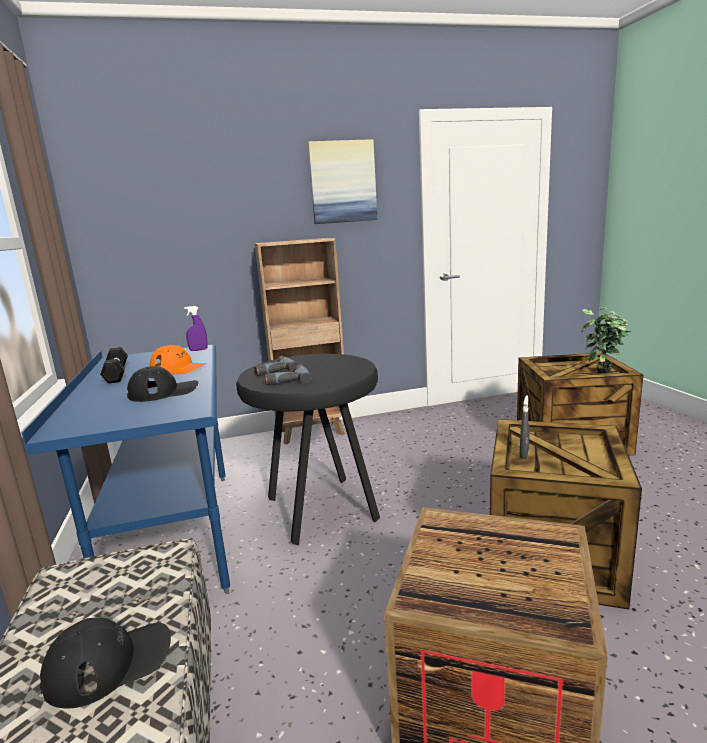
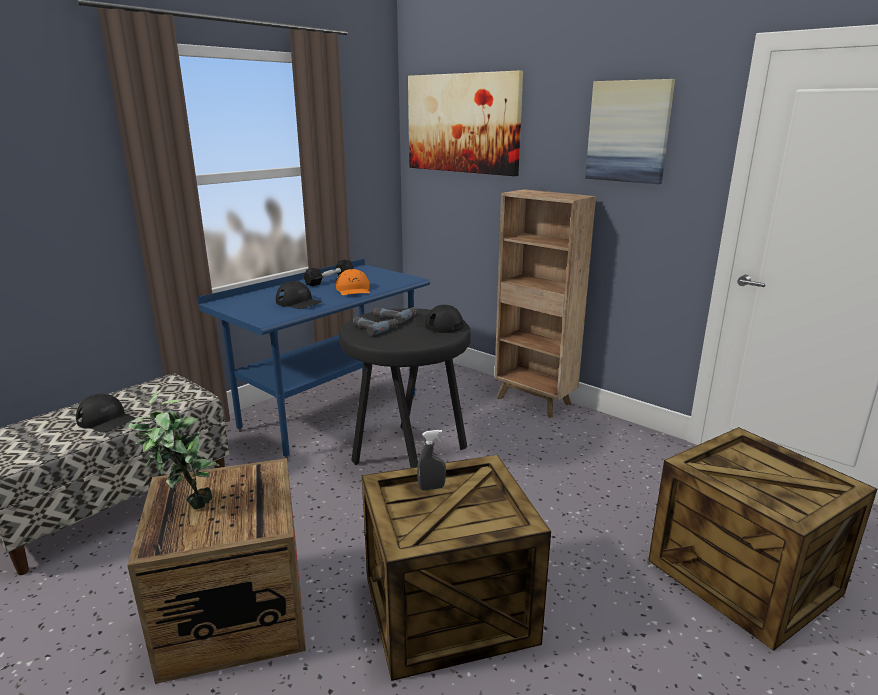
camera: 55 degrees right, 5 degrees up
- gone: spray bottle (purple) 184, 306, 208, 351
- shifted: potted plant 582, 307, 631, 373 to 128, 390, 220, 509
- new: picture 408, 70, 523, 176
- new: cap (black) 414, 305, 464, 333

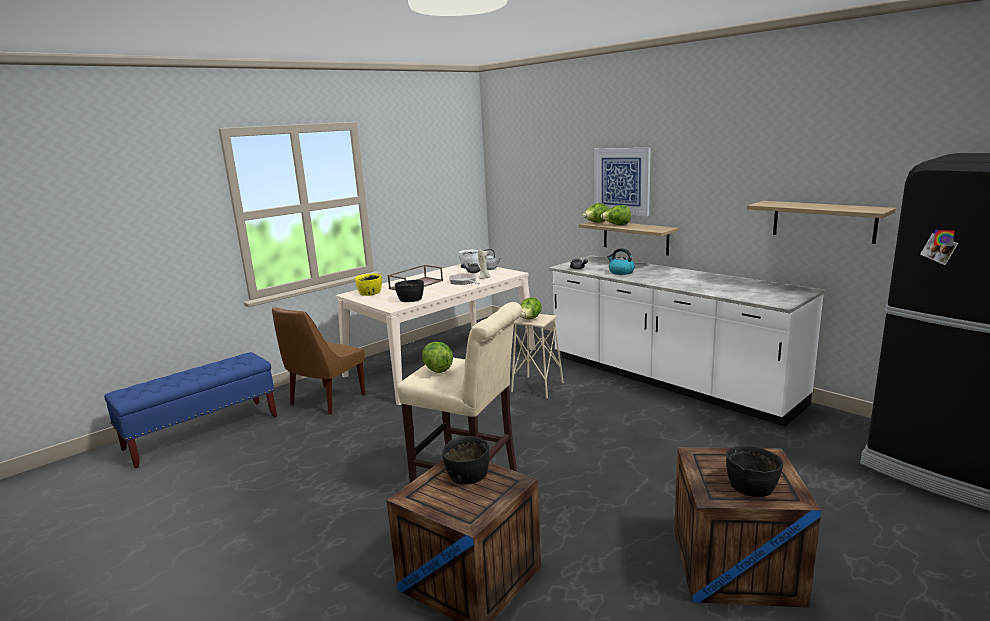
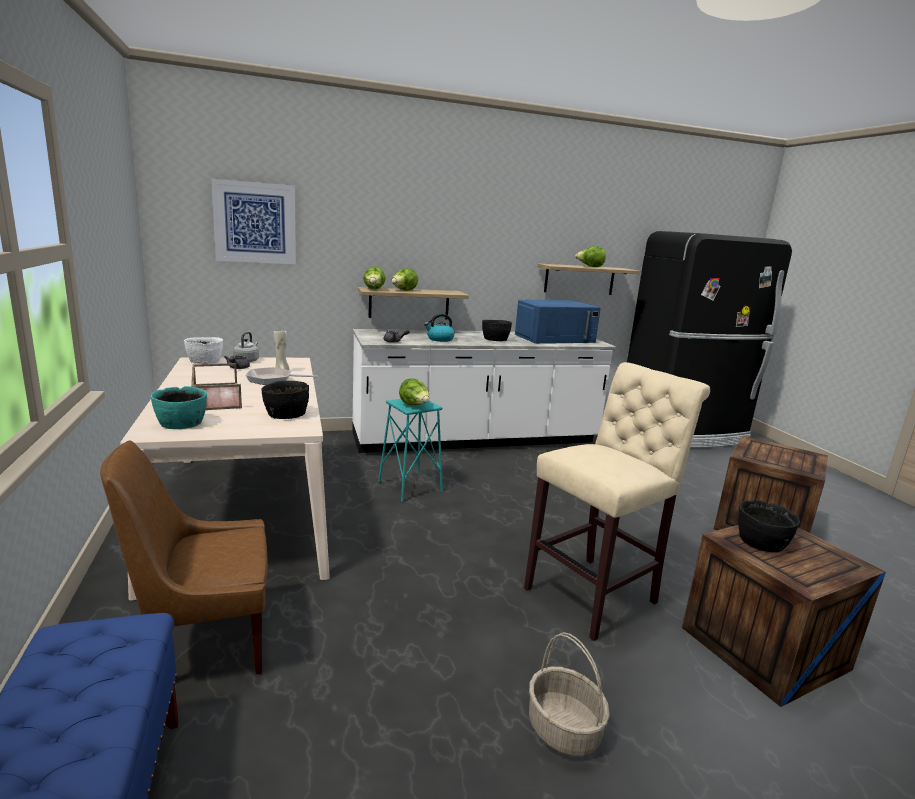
camera: 65 degrees left, 0 degrees up
- shifted: picture 594, 148, 651, 216 to 211, 178, 296, 264
- repainted: bowl (yellow) 355, 273, 382, 296 to bowl (turquoise) 151, 386, 207, 429
- rotated: chair (brown) 272, 307, 366, 415 = 100, 440, 268, 674 105 degrees clockwise
- repainted: stool (beige) 511, 314, 564, 398 to stool (turquoise) 378, 399, 443, 502
- shifted: lettuce 422, 342, 453, 373 to 575, 246, 606, 267
- shifted: bowl (black) 726, 445, 783, 497 to 482, 320, 512, 341
- new: microwave (blue) 515, 300, 601, 344
- new: basket 529, 632, 610, 757

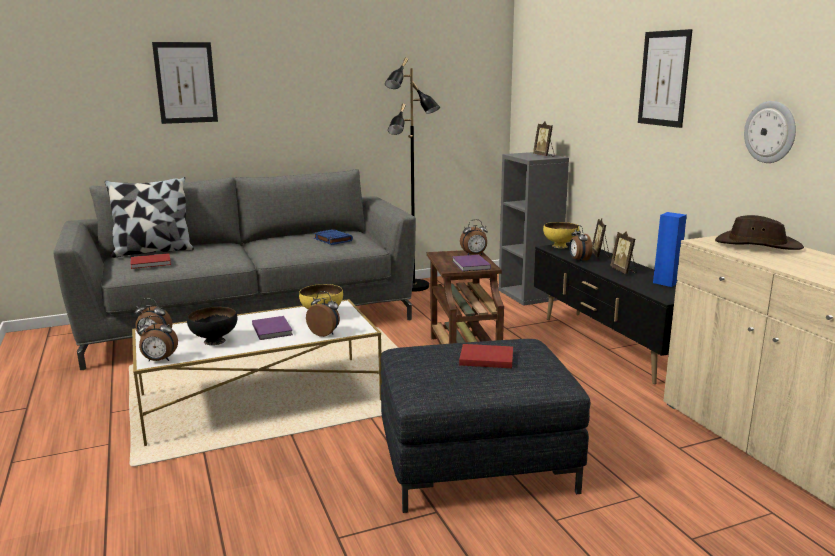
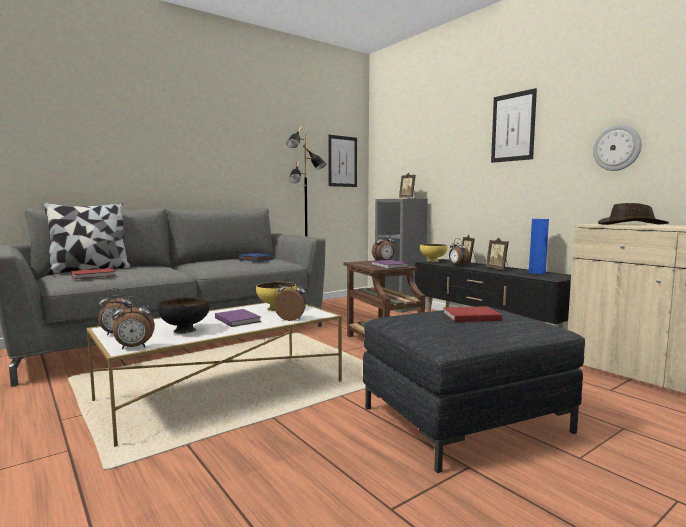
camera: 15 degrees left, 10 degrees down
- shifted: picture 152, 42, 218, 124 to 328, 135, 357, 187

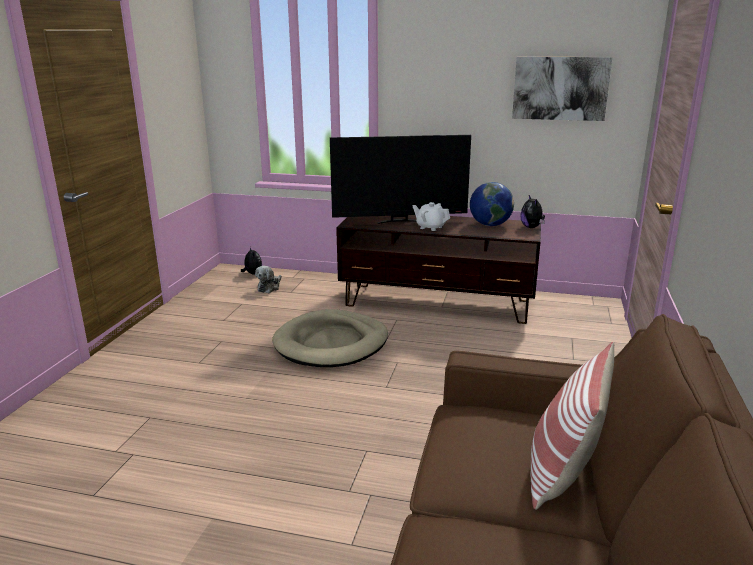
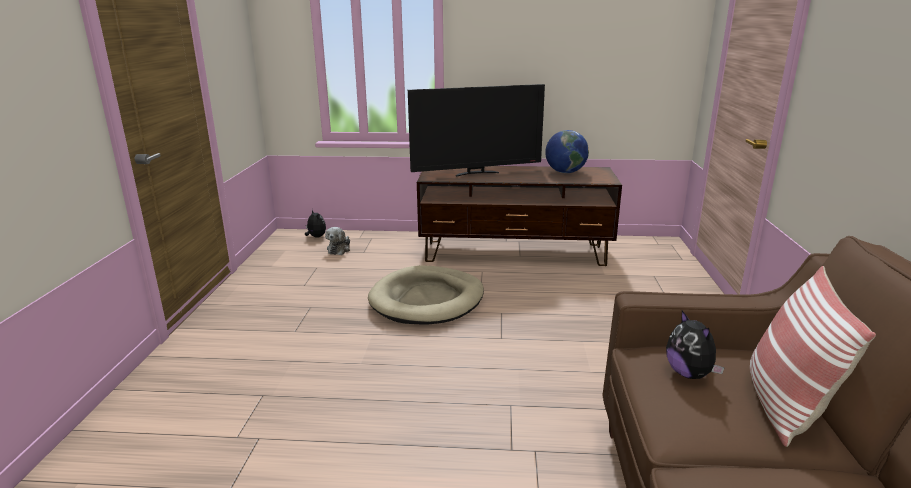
camera: 10 degrees left, 0 degrees up
- gone: picture 512, 57, 612, 121
- shifted: plush toy 520, 195, 545, 228 to 666, 311, 725, 379
- gone: teapot (white) 412, 202, 450, 231

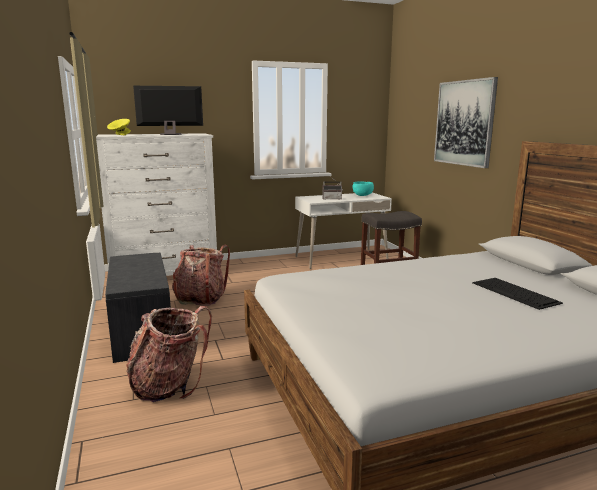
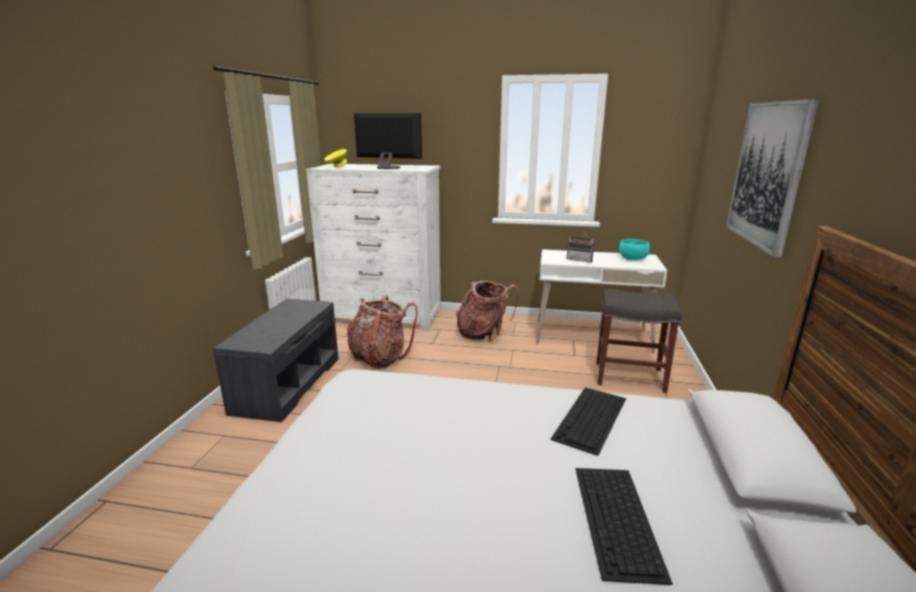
camera: 30 degrees right, 5 degrees up
- shifted: backpack 126, 306, 212, 402 to 456, 280, 520, 342
- new: keyboard 551, 387, 626, 456

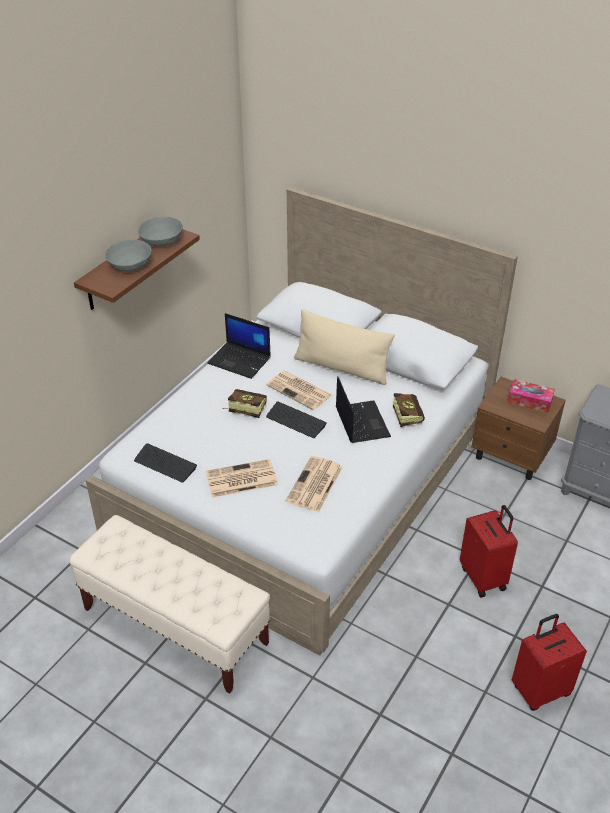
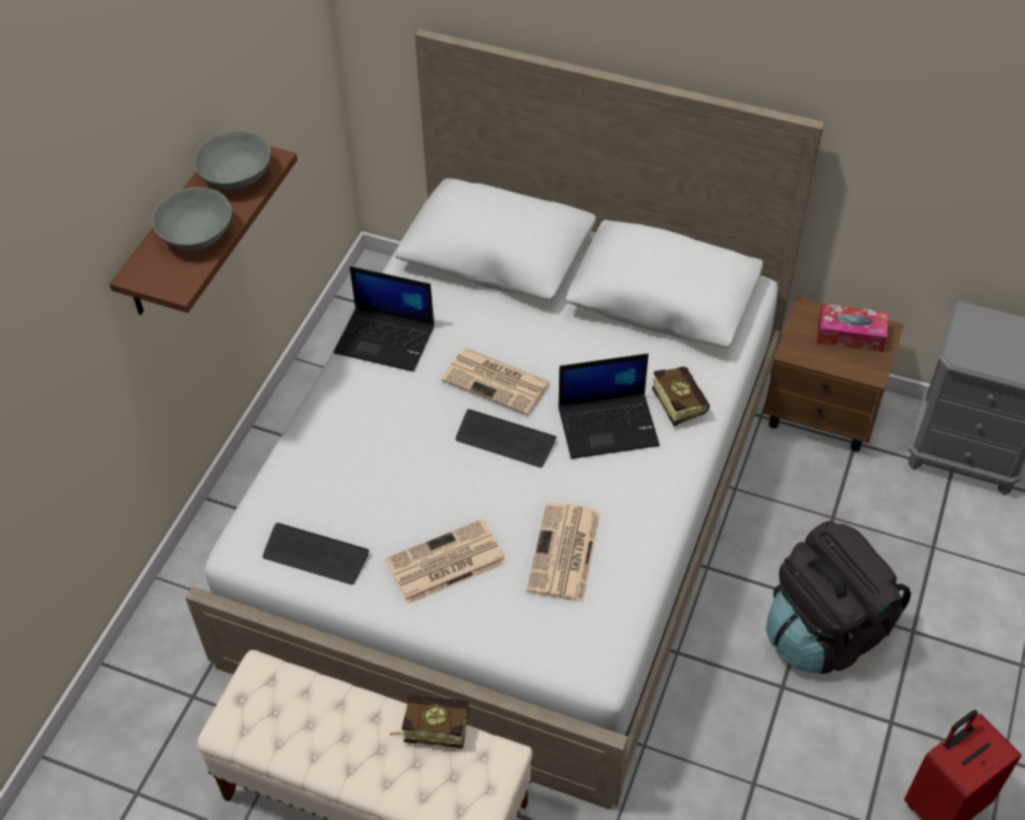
camera: 10 degrees left, 10 degrees up
- gone: pillow (beige) 294, 309, 395, 385
- rotated: laptop 336, 376, 391, 443 = 558, 353, 660, 459 105 degrees clockwise
- shifted: book 222, 389, 267, 418 to 390, 695, 469, 749
- swapped: suitcase (red) 460, 505, 518, 597 to backpack (black) 766, 521, 911, 674

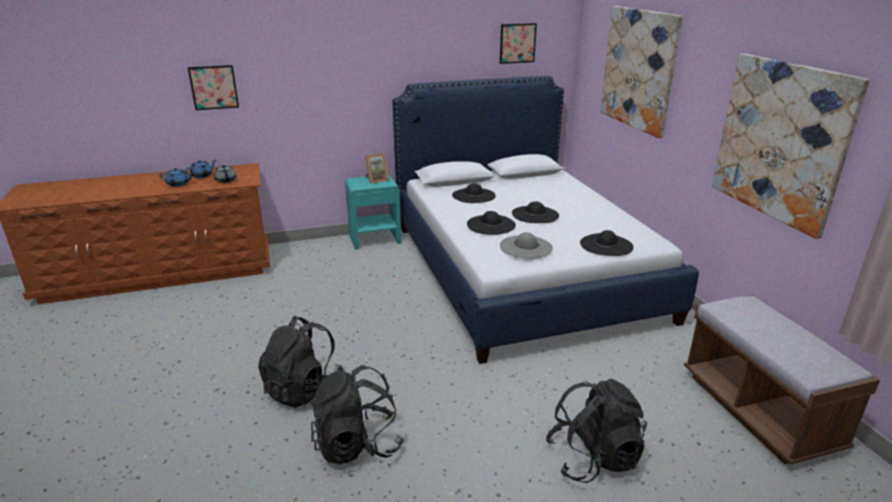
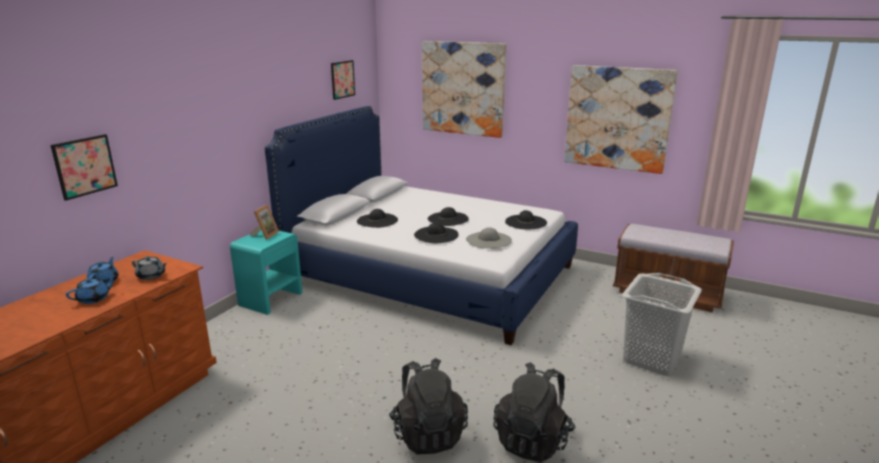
camera: 45 degrees left, 5 degrees down
- swapped: backpack (black) 545, 379, 647, 483 to laundry basket (grey) 622, 273, 702, 376

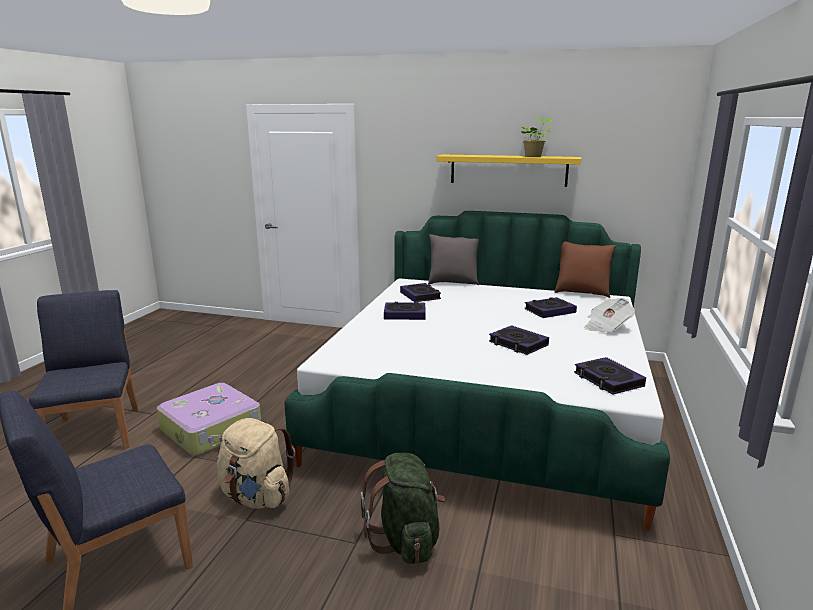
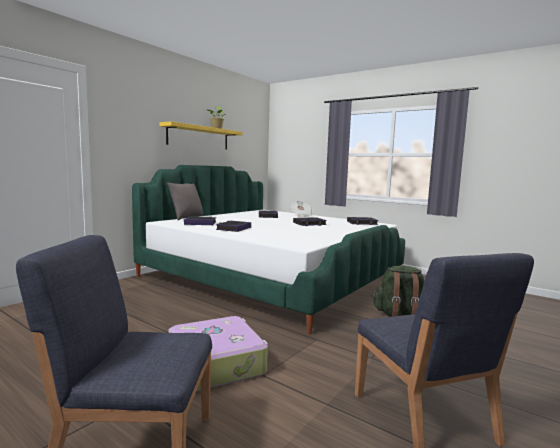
camera: 70 degrees left, 10 degrees down
- gone: pillow (brown) 554, 241, 616, 298
- gone: backpack (beige) 217, 418, 295, 509

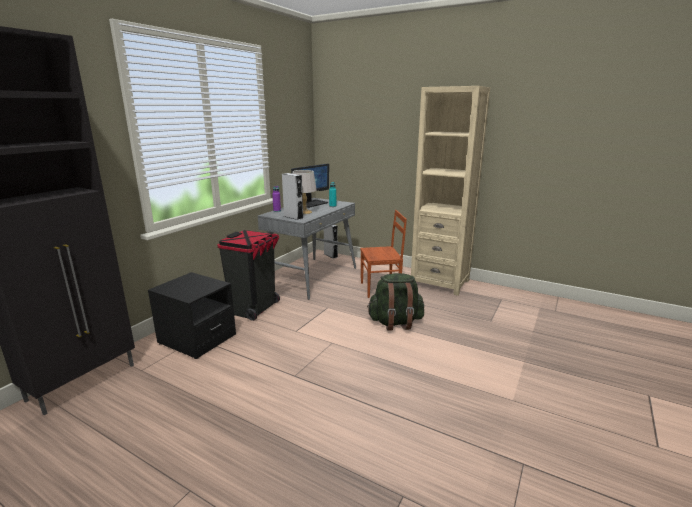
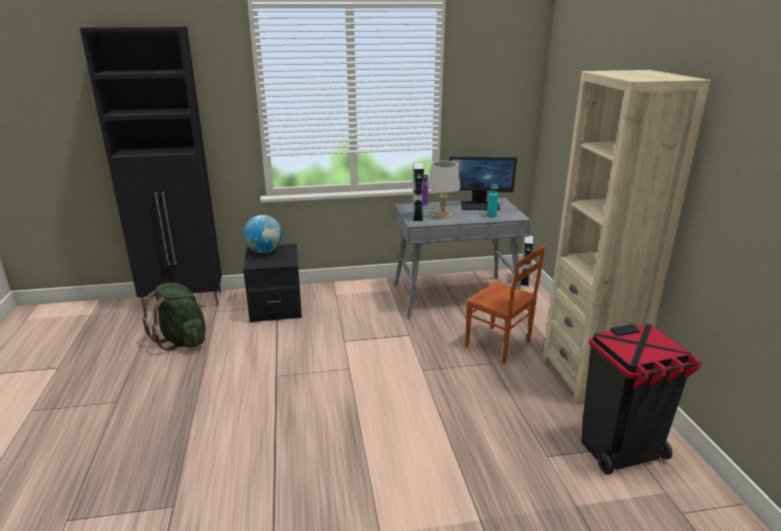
camera: 50 degrees right, 5 degrees up
- shifted: trash can (black) 217, 230, 280, 321 to 581, 324, 702, 475
- shifted: backpack (green) 367, 273, 424, 331 to 142, 283, 206, 351
- new: globe 243, 215, 282, 253

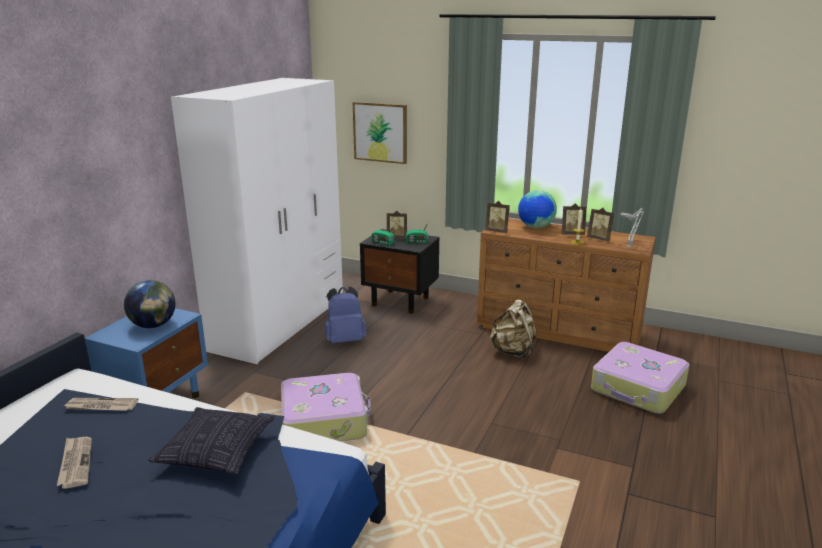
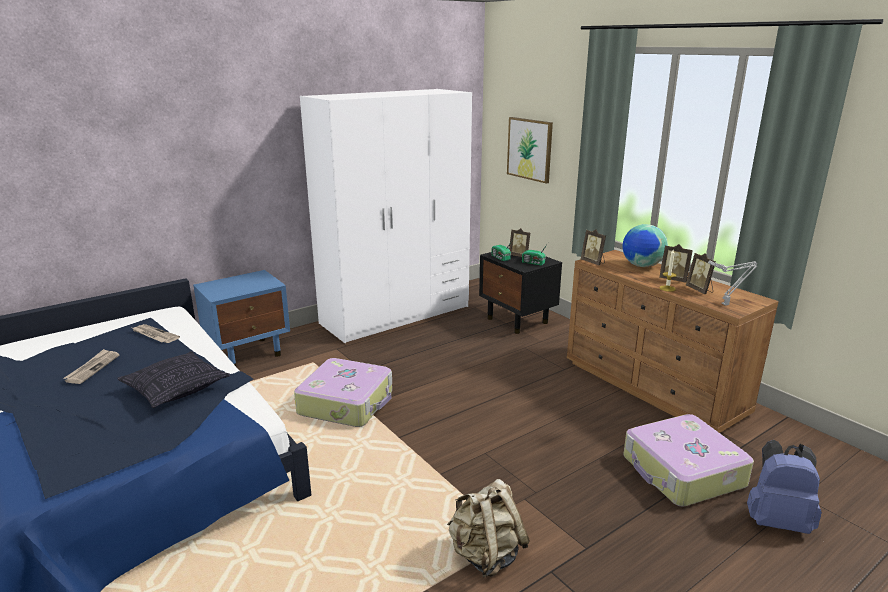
camera: 30 degrees right, 0 degrees up
- gone: globe 124, 280, 176, 328
- shifted: backpack (blue) 325, 287, 366, 343 to 747, 440, 822, 534
- shifted: backpack (beige) 490, 299, 537, 358 to 447, 479, 530, 577

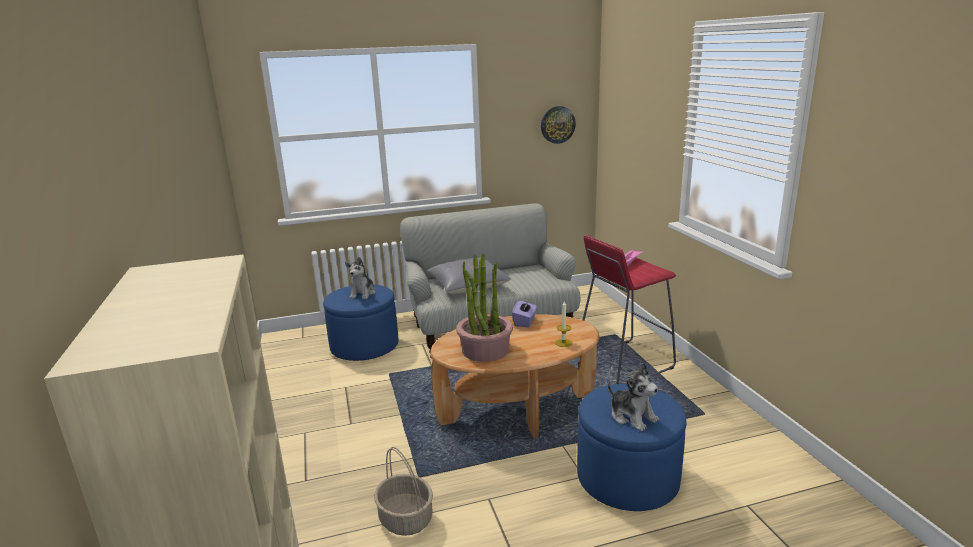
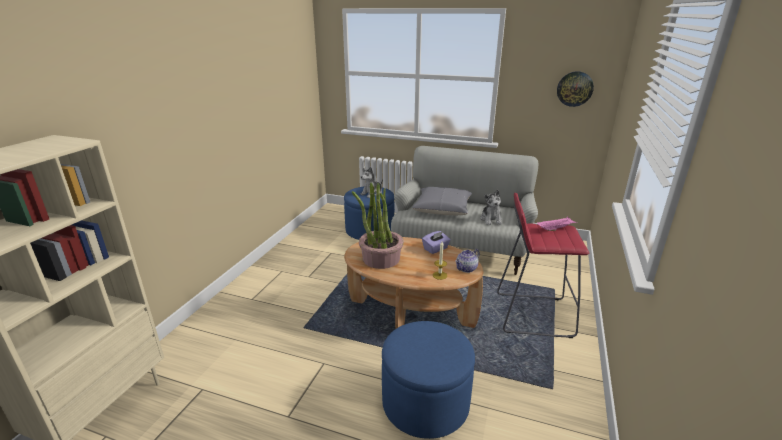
camera: 35 degrees right, 5 degrees up
- shifted: plush toy 608, 363, 659, 431 to 480, 190, 502, 225
- gone: basket 374, 447, 433, 536
- new: teapot 455, 249, 480, 273

